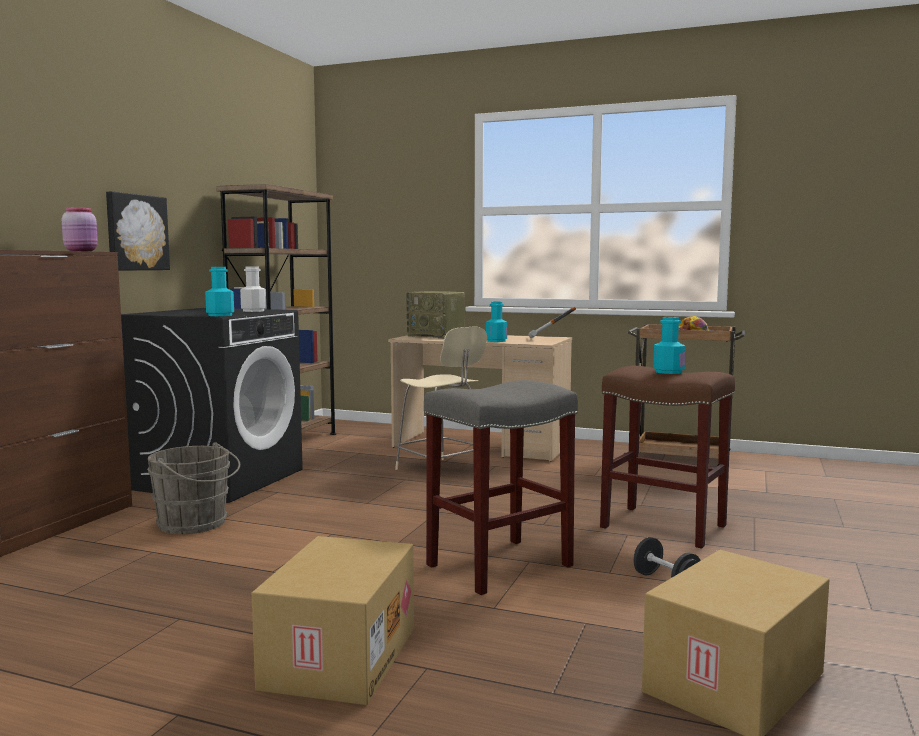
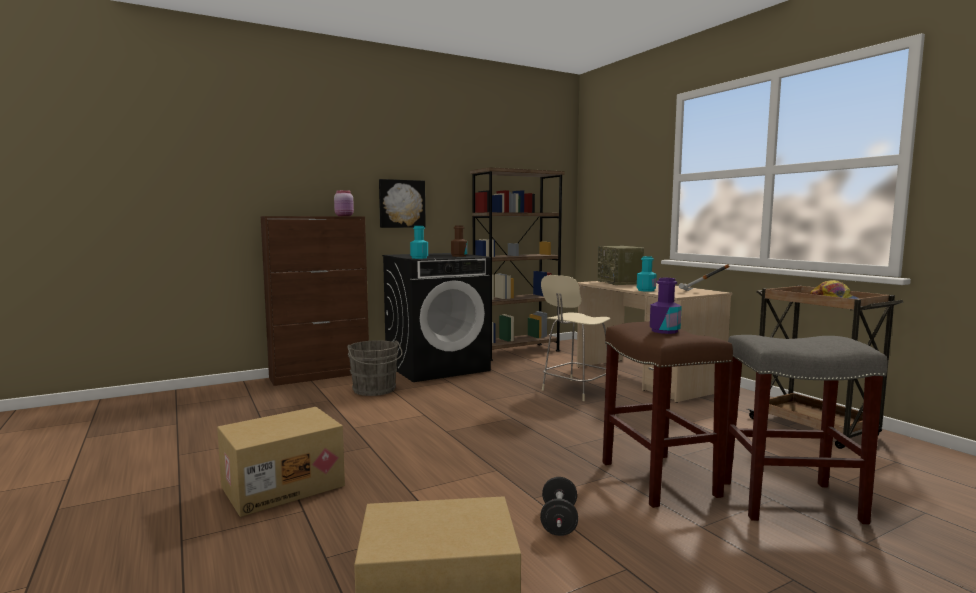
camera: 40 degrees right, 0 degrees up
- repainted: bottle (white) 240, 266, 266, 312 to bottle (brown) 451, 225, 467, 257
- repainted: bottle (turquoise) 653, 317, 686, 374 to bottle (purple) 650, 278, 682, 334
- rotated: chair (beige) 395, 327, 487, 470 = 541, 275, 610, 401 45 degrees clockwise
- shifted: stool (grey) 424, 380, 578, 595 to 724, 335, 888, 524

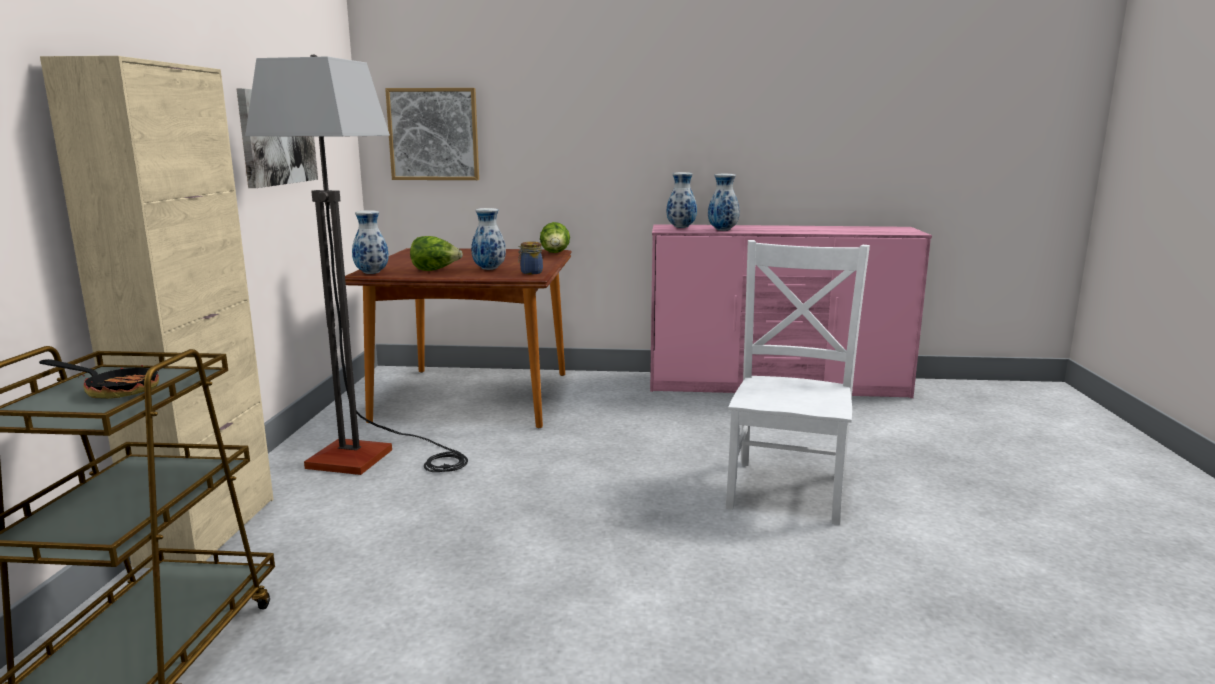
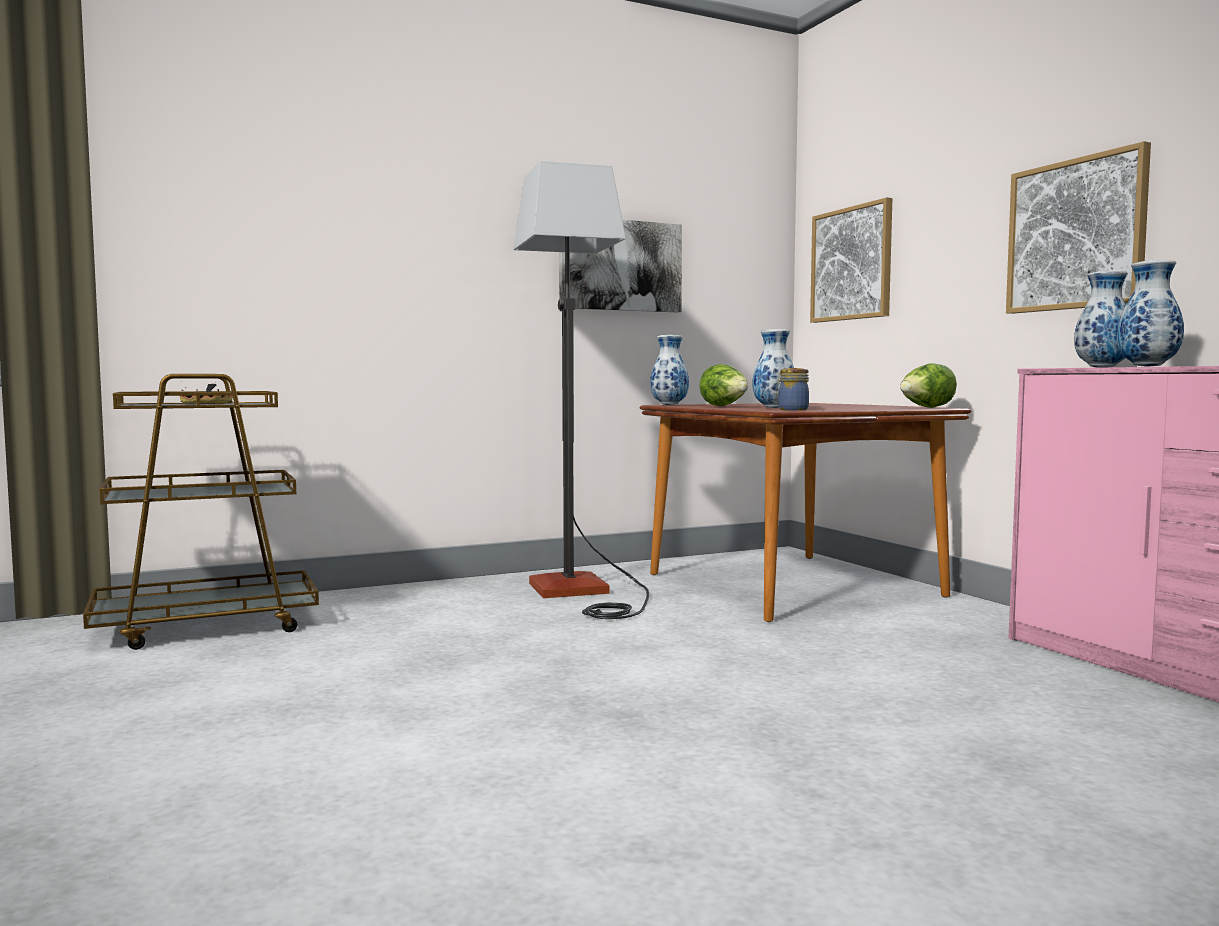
camera: 60 degrees right, 10 degrees down
- gone: cabinet (beige) 40, 56, 274, 568
- gone: chair (white) 725, 240, 870, 525
- new: picture 1006, 141, 1151, 314

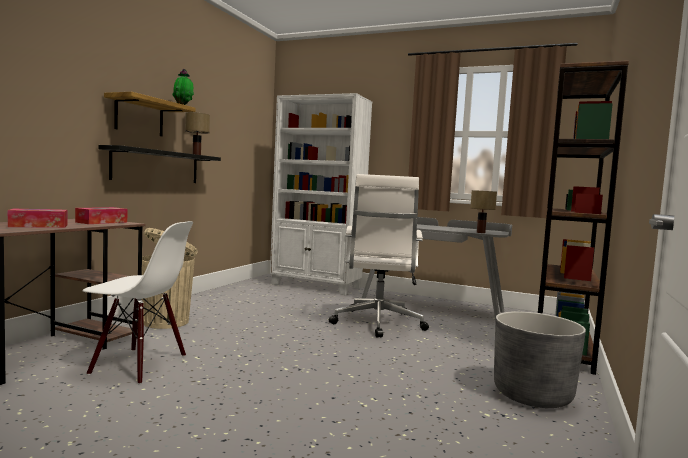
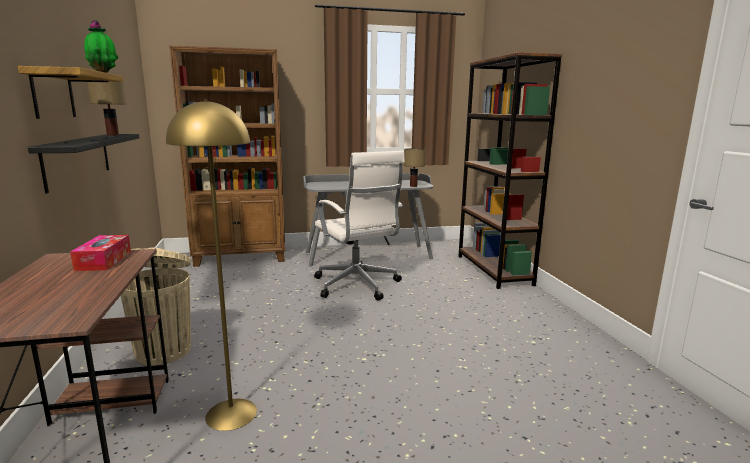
camera: 35 degrees left, 10 degrees up
- repainted: bookcase (white) 270, 93, 372, 295 to bookcase (brown) 169, 45, 285, 267
- gone: tissue box 8, 209, 67, 228
- swapped: chair (white) 83, 221, 193, 385 to floor lamp (yellow) 166, 99, 257, 431
- gone: planter (grey) 494, 311, 586, 408

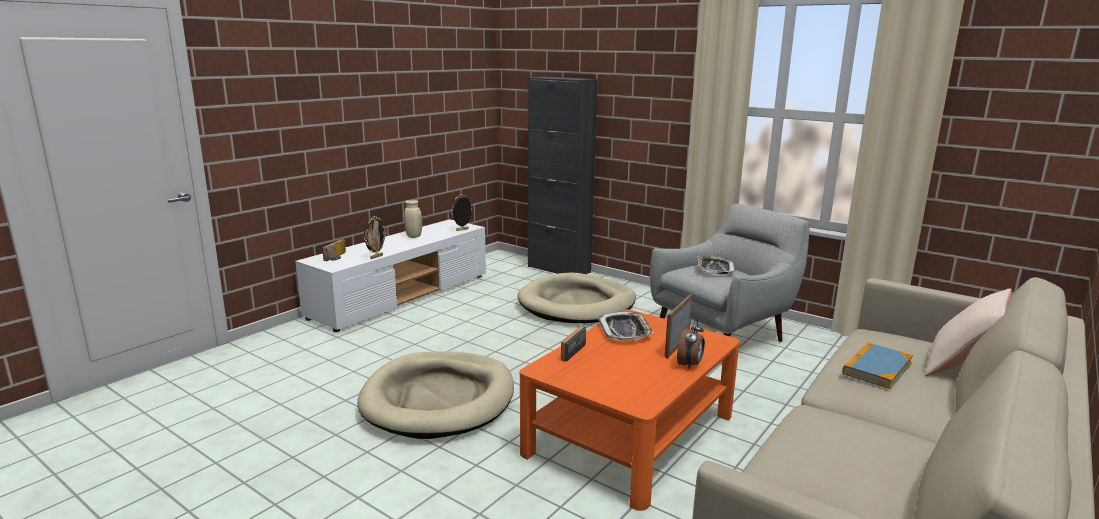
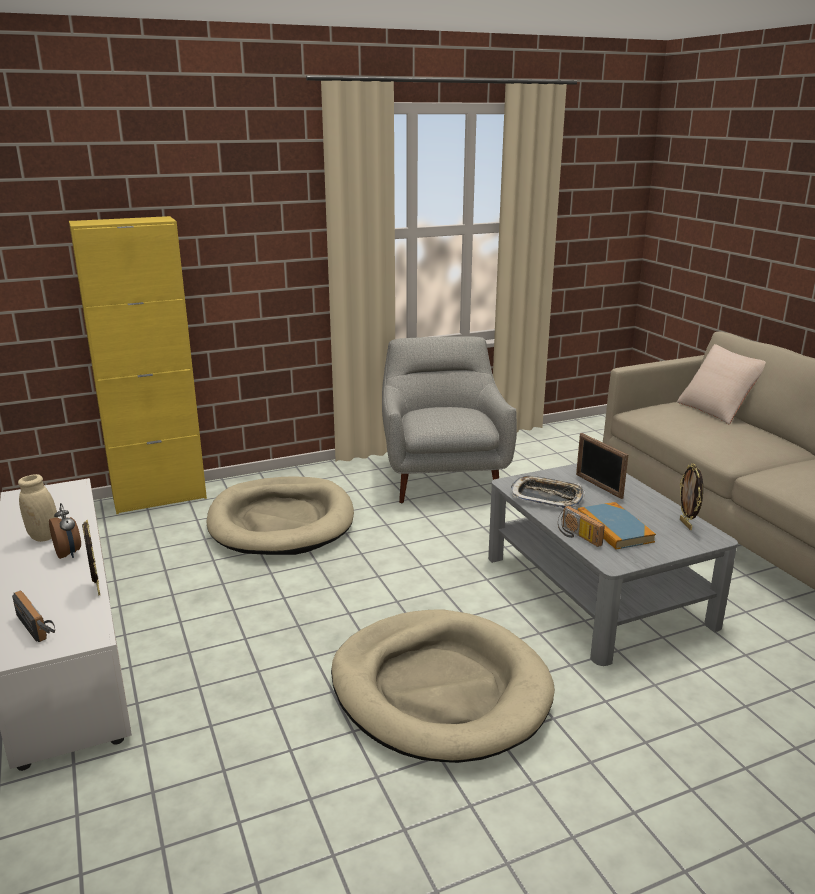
camera: 60 degrees left, 5 degrees up
- repainted: cabinet (black) 528, 77, 597, 274 to cabinet (yellow) 69, 216, 207, 514
- shifted: picture frame 451, 194, 472, 231 to 680, 463, 703, 530
- gone: tray 697, 256, 736, 274
- repainted: coffee table (orange) 520, 310, 740, 511 to coffee table (grey) 488, 463, 738, 666
- shifted: alarm clock 677, 319, 705, 369 to 49, 503, 81, 559
- shifted: book 842, 343, 913, 389 to 578, 502, 656, 550

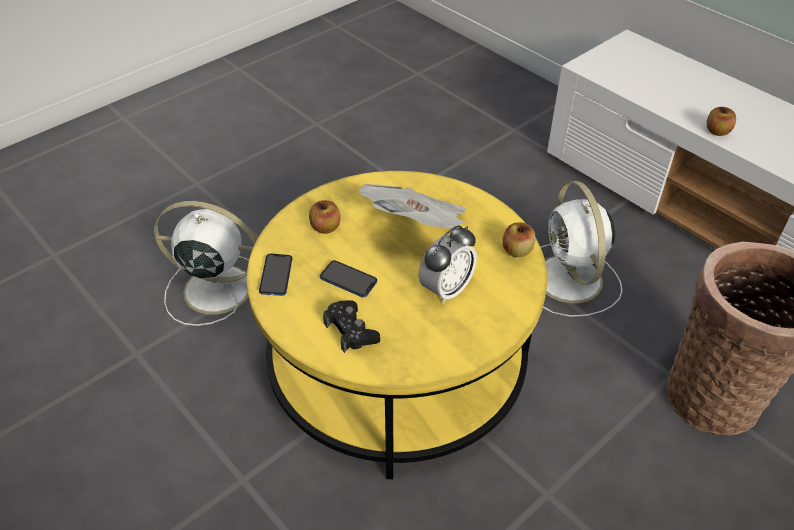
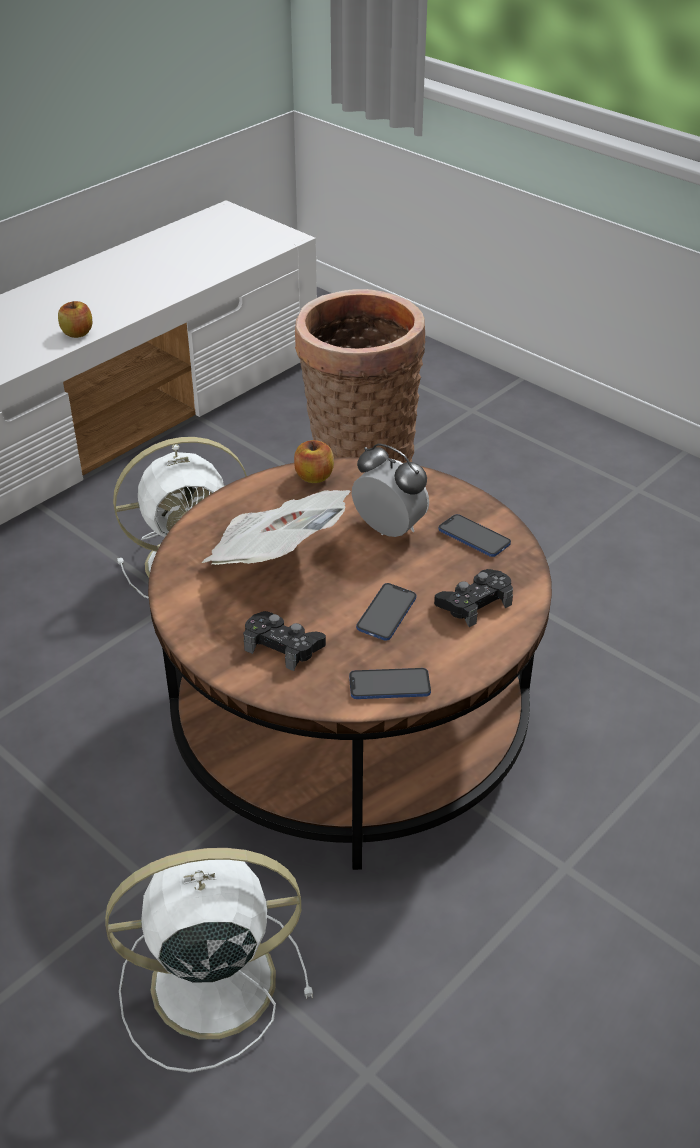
camera: 95 degrees left, 5 degrees down
- repainted: coffee table (yellow) 247, 171, 547, 479 to coffee table (brown) 148, 458, 552, 870
- swapped: apple 309, 200, 341, 234 to game controller (black) 243, 611, 326, 671
- rotated: fan (white) 154, 201, 256, 326 = 105, 848, 313, 1073 75 degrees clockwise
- new: phone 439, 514, 511, 557

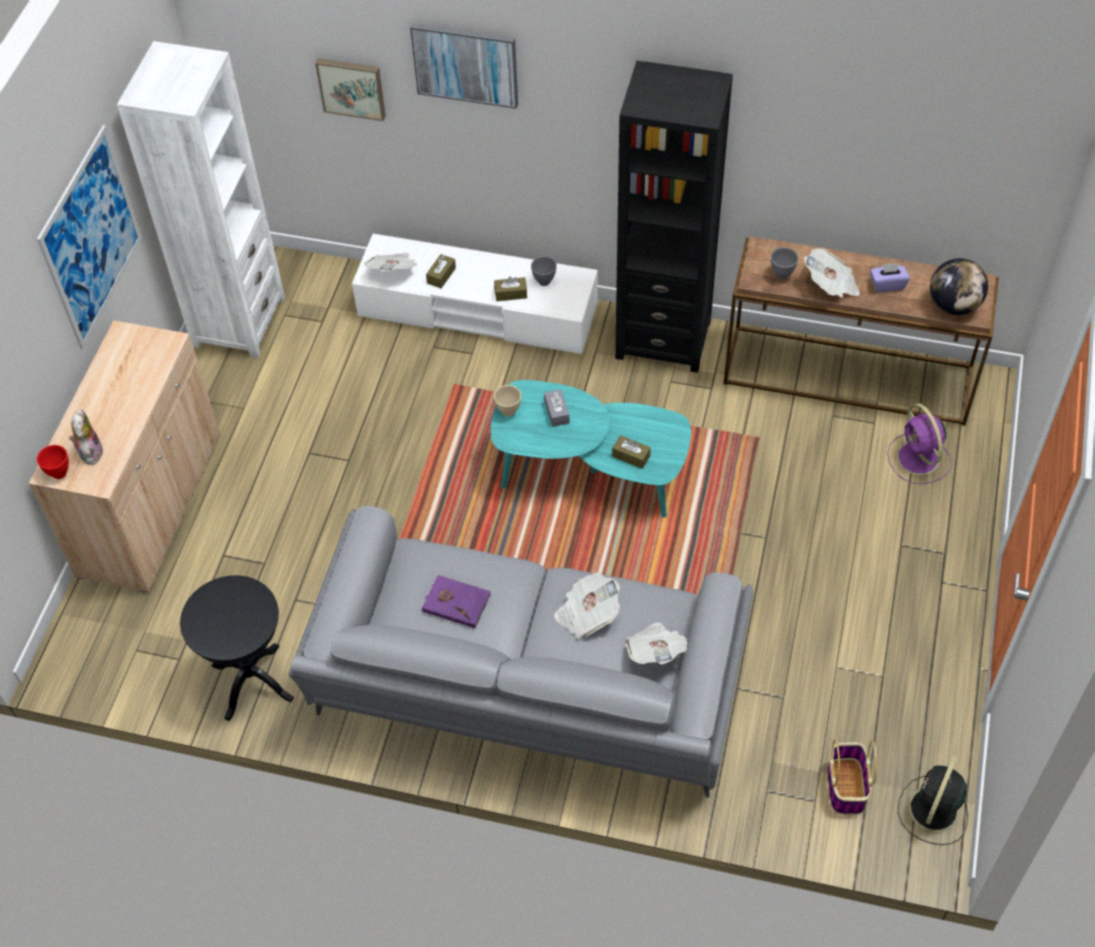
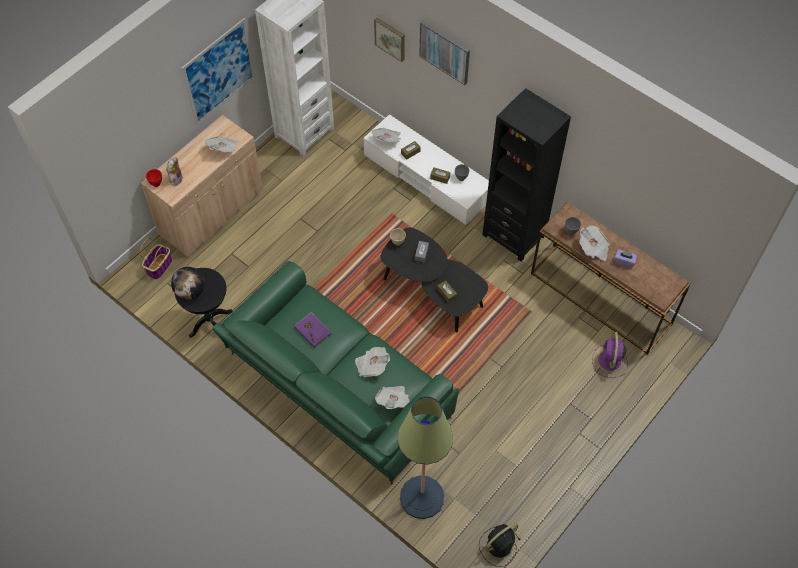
camera: 25 degrees right, 5 degrees up
- shifted: globe 930, 258, 988, 315 to 171, 267, 205, 300
- repainted: coffee table (turquoise) 491, 380, 691, 518 to coffee table (black) 381, 227, 488, 332
- repainted: sofa (grey) 289, 506, 753, 798 to sofa (green) 212, 261, 459, 484
- shifted: basket 828, 739, 877, 814 to 140, 238, 173, 280
- new: newspaper 205, 136, 239, 152
- new: floor lamp 397, 396, 453, 519

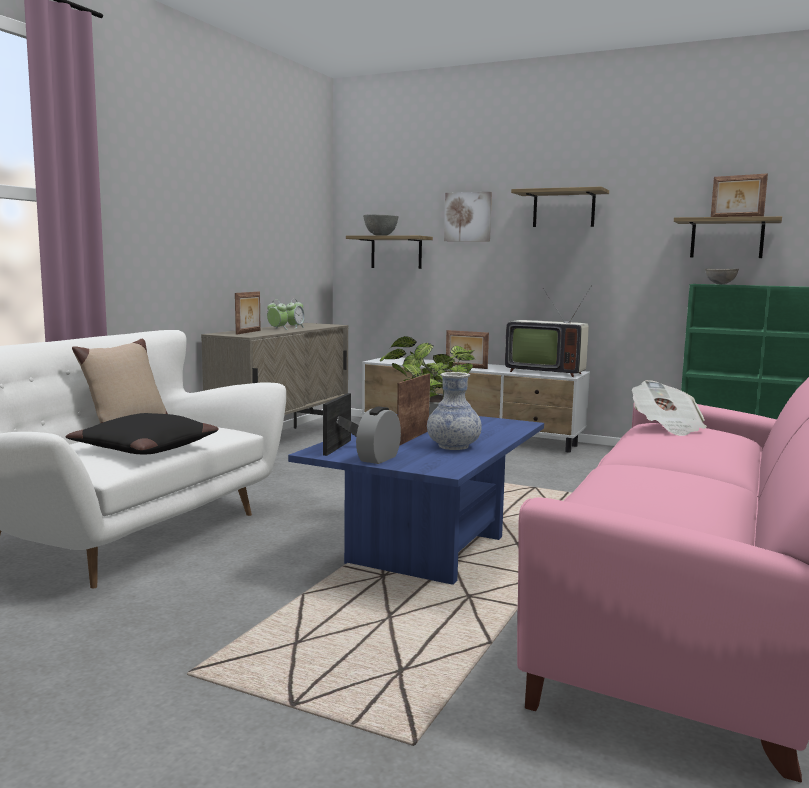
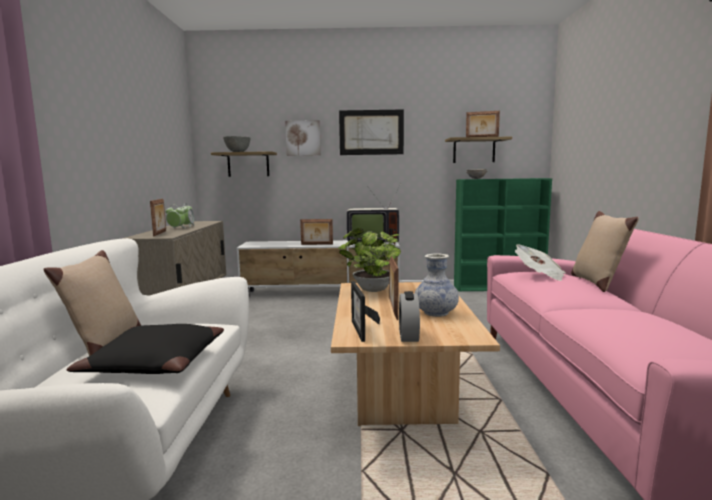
camera: 25 degrees left, 0 degrees up
- swapped: shelf 511, 187, 609, 227 to picture 339, 109, 404, 155
- repainted: coffee table (blue) 288, 414, 544, 585 to coffee table (beige) 331, 282, 500, 426
- new: pillow (beige) 571, 211, 639, 292

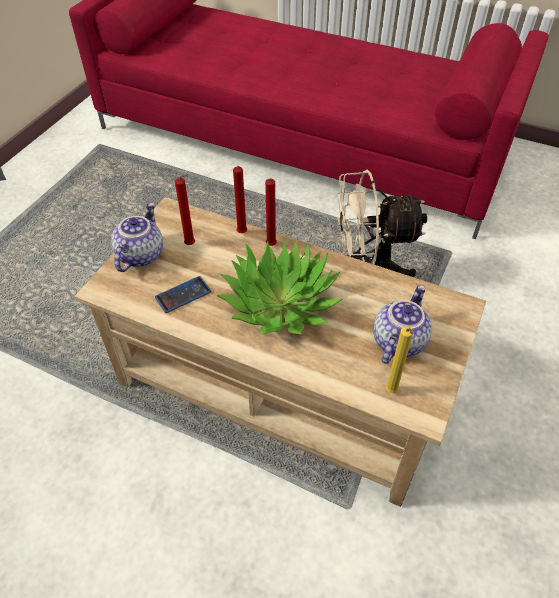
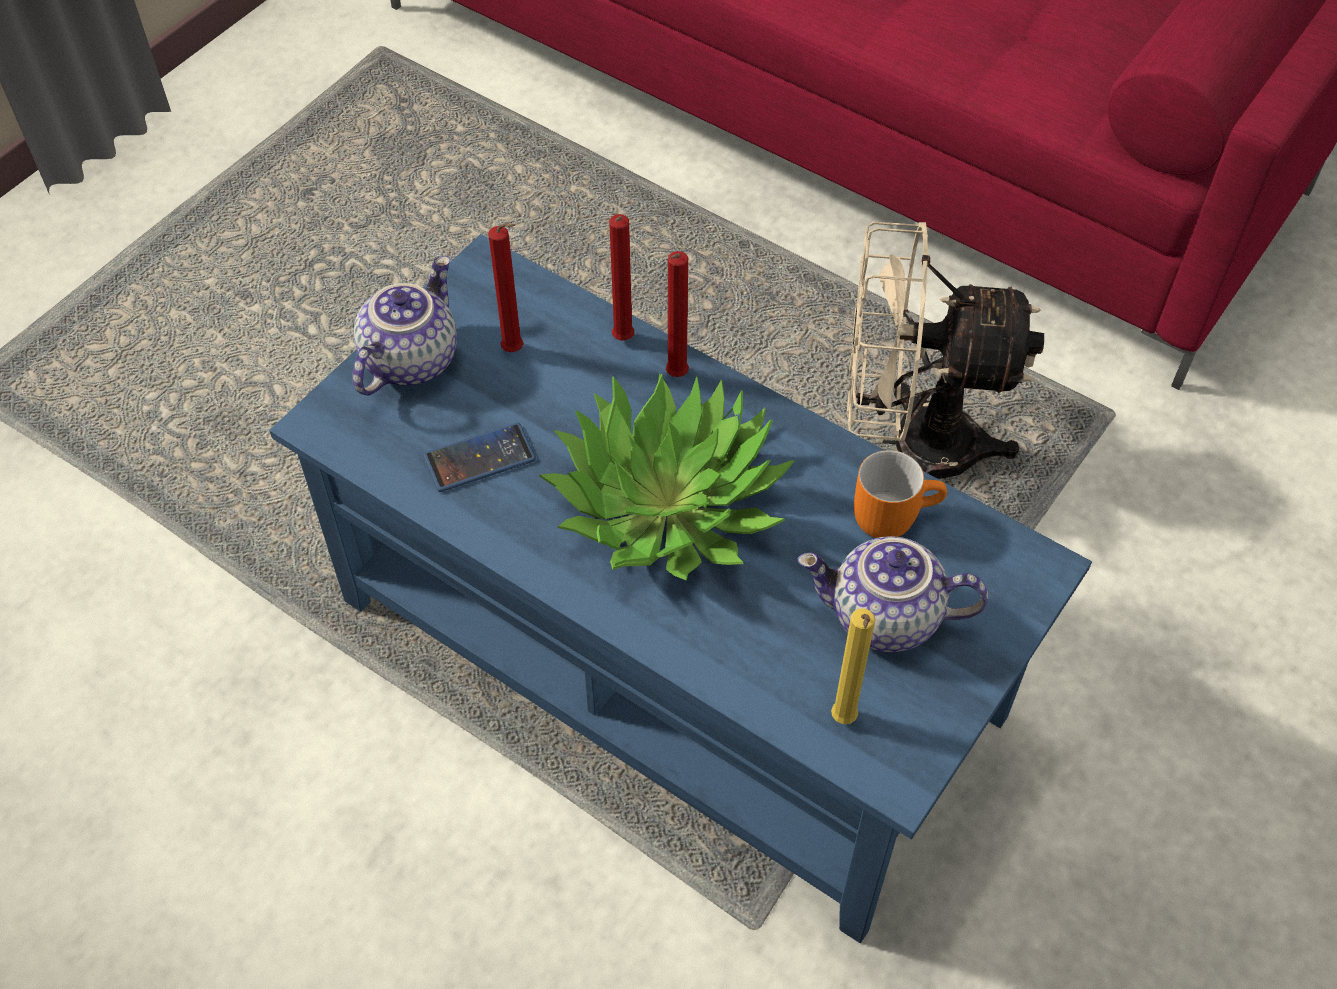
camera: 10 degrees right, 5 degrees up
- repainted: coffee table (beige) 74, 197, 486, 507 to coffee table (blue) 269, 234, 1092, 943
- rotated: teapot 373, 285, 432, 364 = 797, 536, 988, 652 120 degrees counterclockwise
- new: mug (orange) 854, 450, 947, 538

